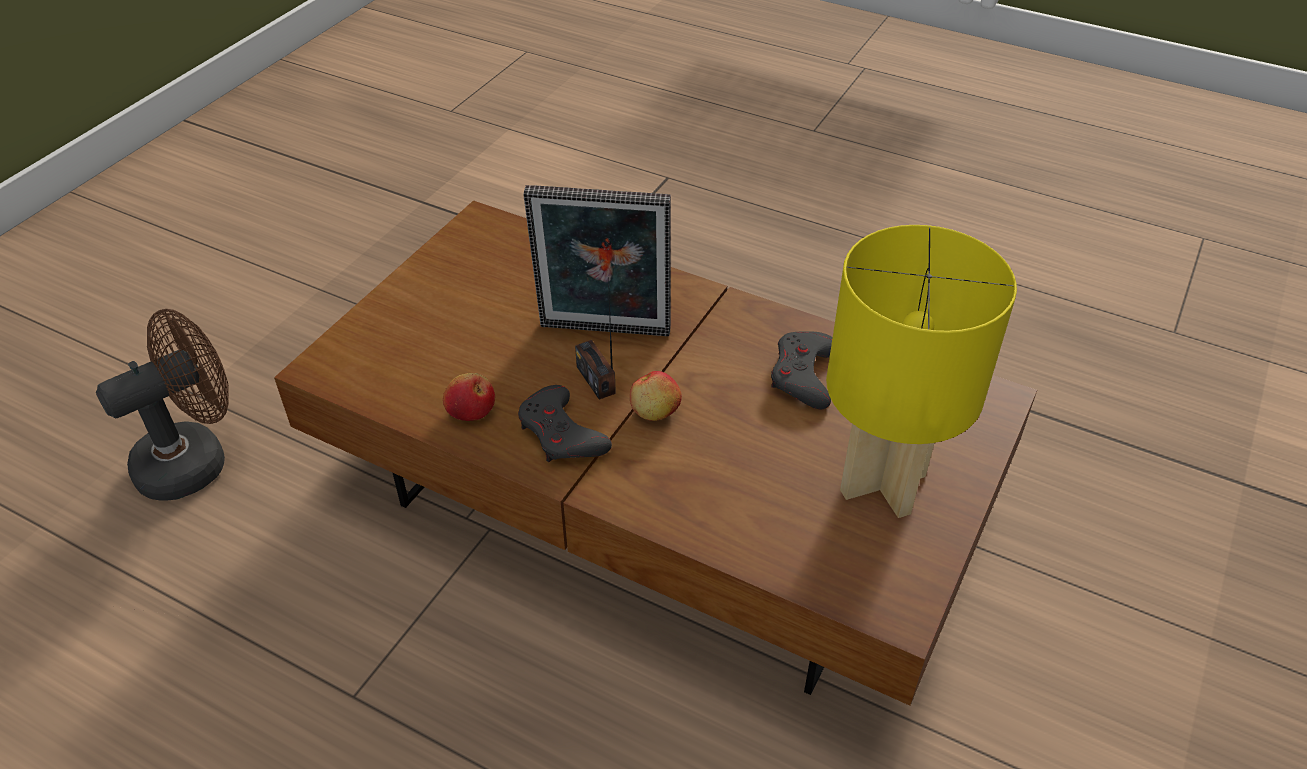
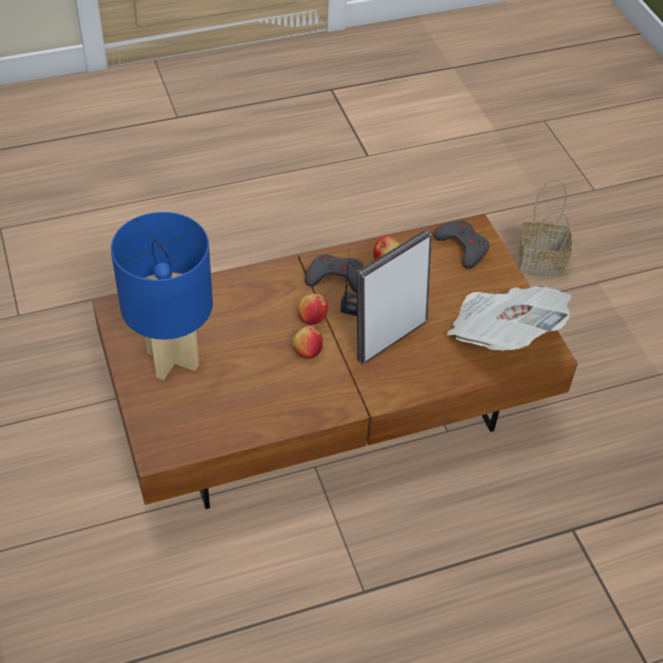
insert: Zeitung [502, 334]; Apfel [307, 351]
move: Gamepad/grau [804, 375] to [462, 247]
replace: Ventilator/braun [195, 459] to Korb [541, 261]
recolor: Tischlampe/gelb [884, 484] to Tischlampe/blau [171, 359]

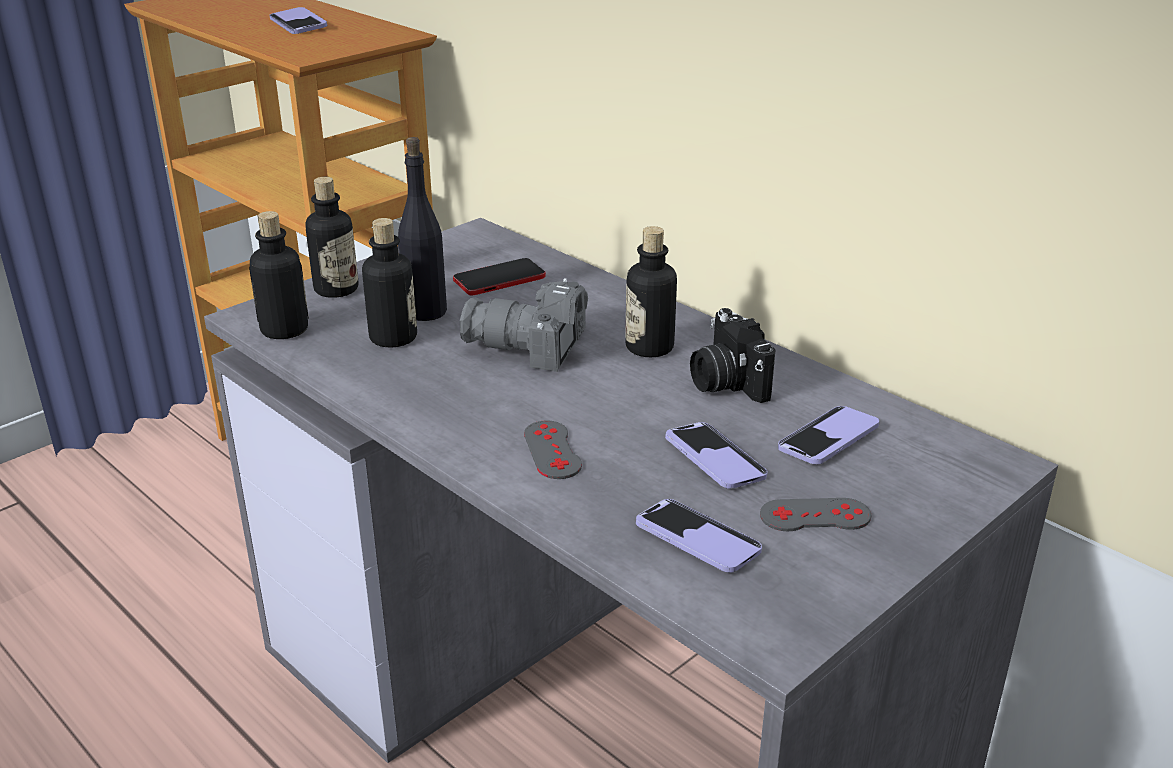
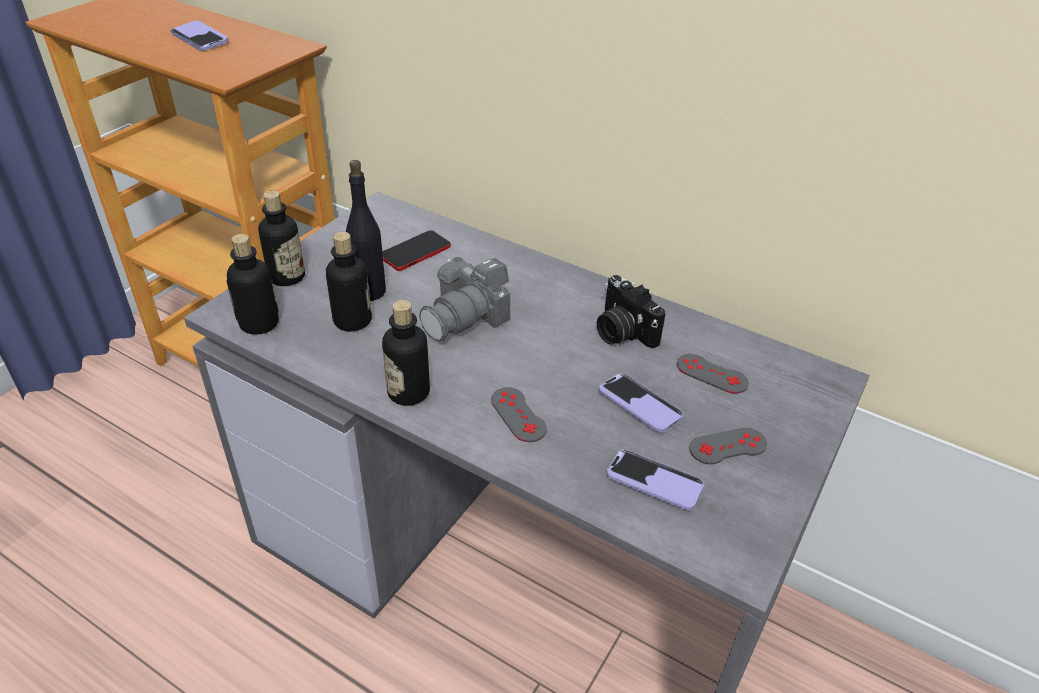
move: Flasche [649, 347] to [408, 392]
replace: Handy [828, 438] to Gamepad/grau [711, 374]
rotate: Kamera [533, 347] = [466, 316] 45 degrees counterclockwise

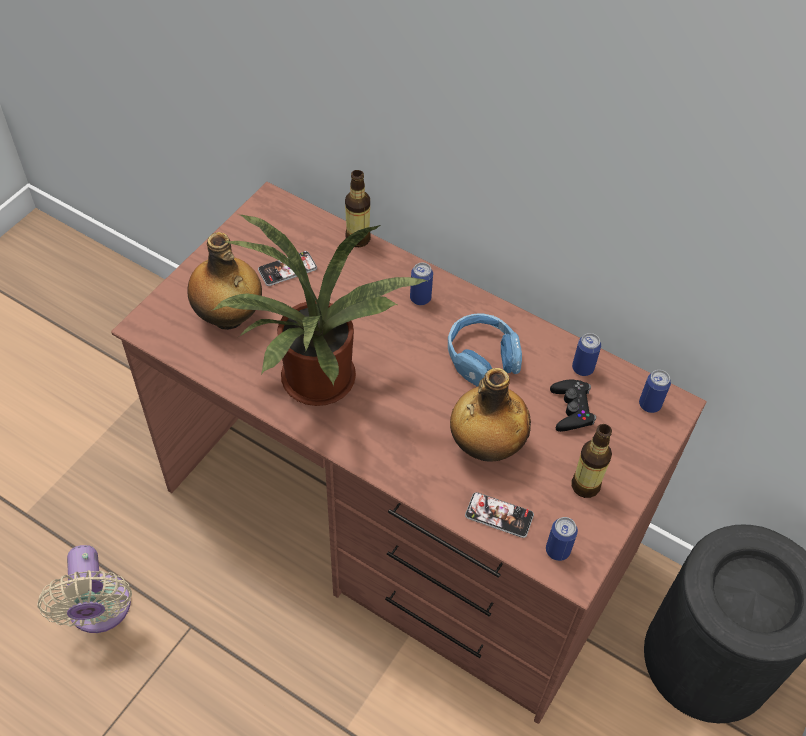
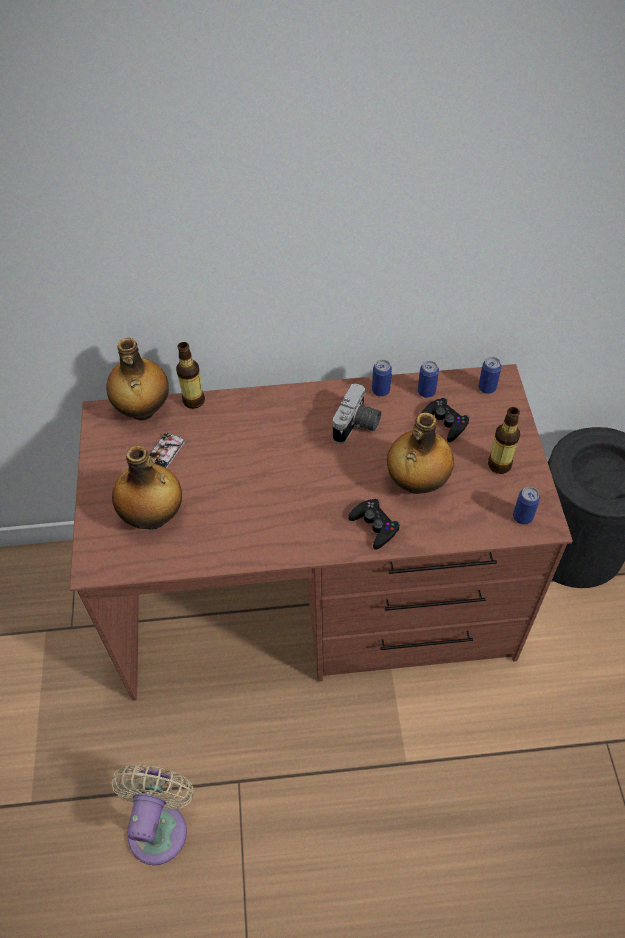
delete: Topfpflanze [316, 386]; Handy [499, 515]
insert: Flasche [143, 410]; Gamepad/schwarz [374, 526]
move: Dose [420, 298] to [380, 390]
replace: Kopfhörer/blau [482, 357] to Kamera [357, 426]
rotate: Ventilator/beige [99, 611] = [159, 826] 120 degrees counterclockwise

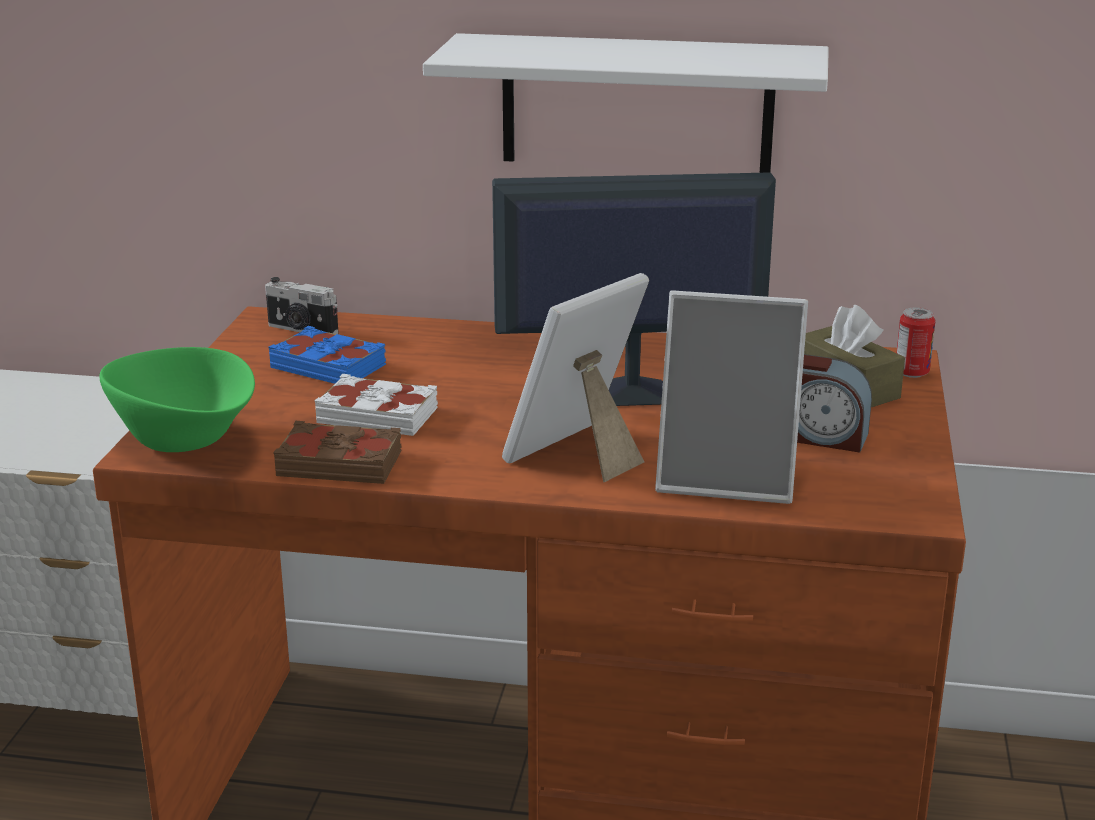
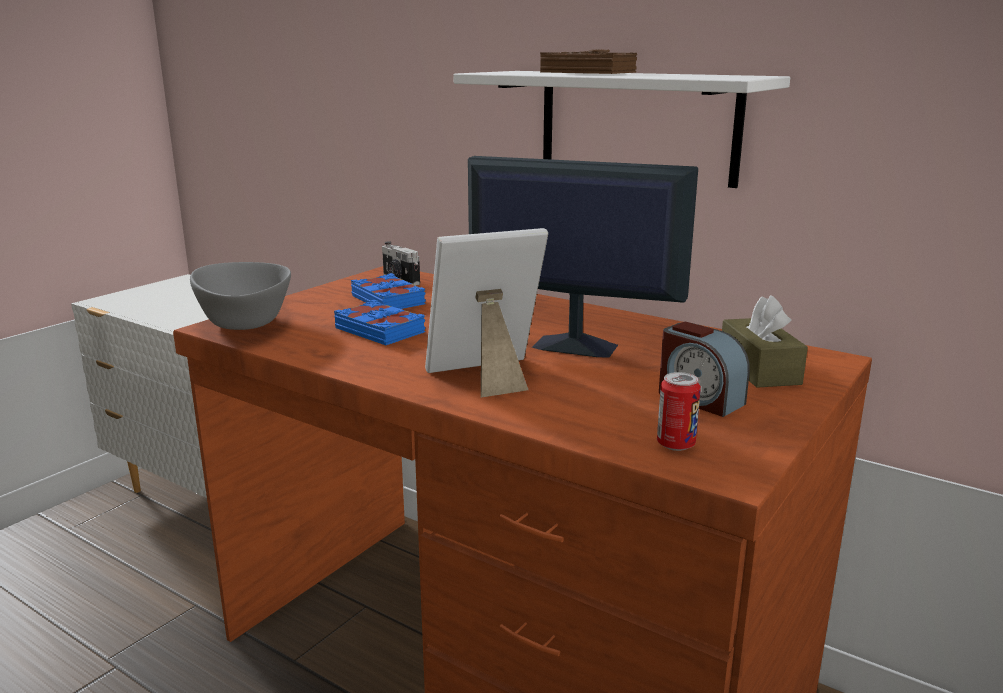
delete: Bilderrahmen [728, 477]
move: Dose [911, 373] to [675, 444]; Buch/braun [340, 463] to [588, 73]
recolor: Schüssel/grün [189, 444] to Schüssel/grau [244, 326]; Buch/weiß [378, 415] to Buch/blau [380, 330]

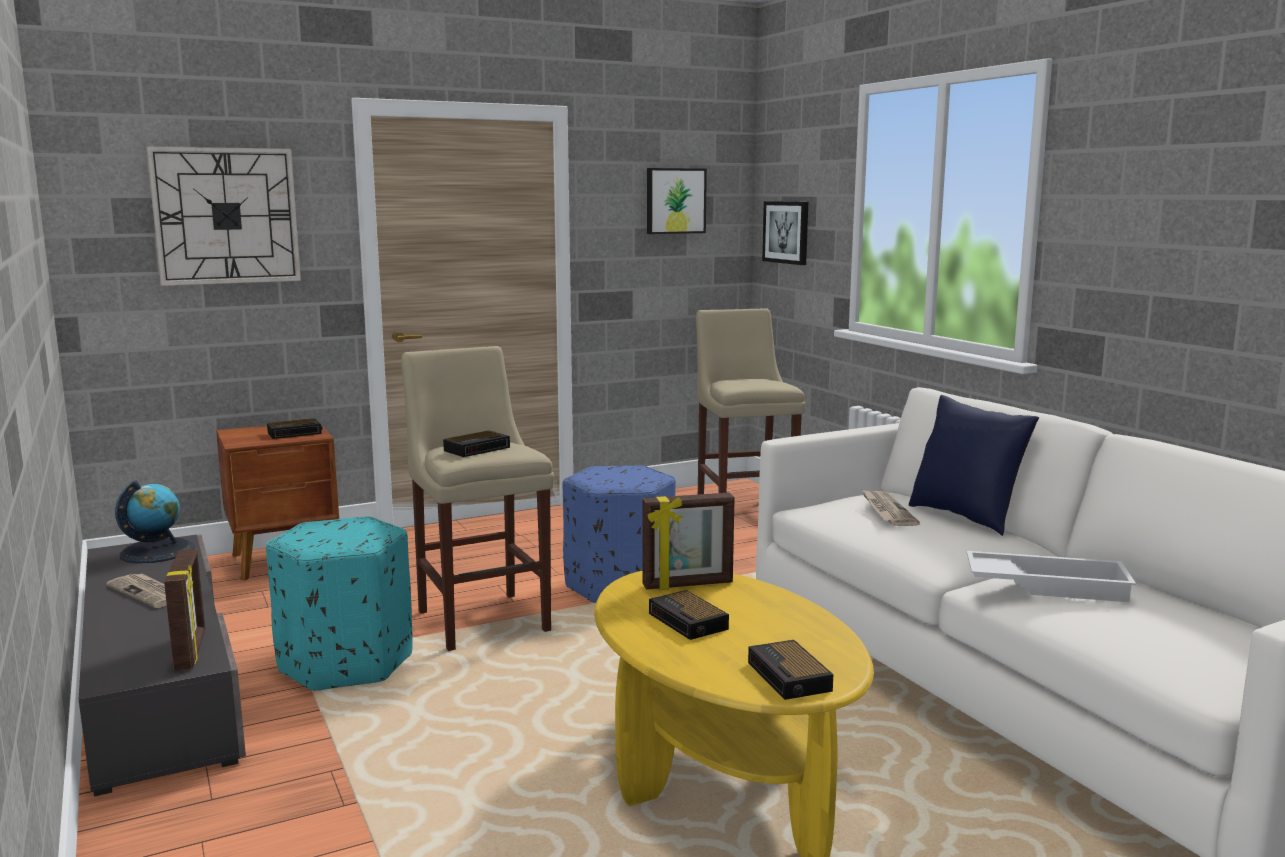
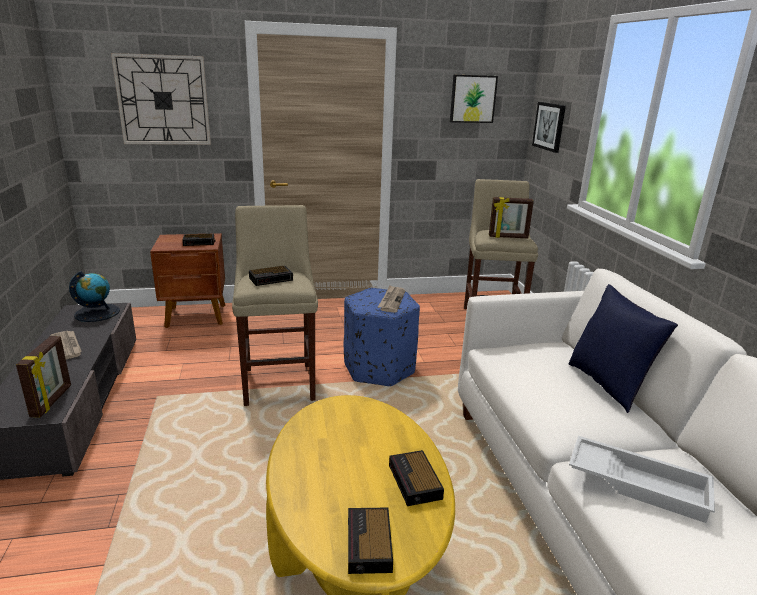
delete: Polsterhocker/türkis [347, 663]
move: Zeitung [886, 511] to [391, 300]; Bilderrahmen [688, 585] to [508, 237]; Wecker [689, 622] to [415, 483]

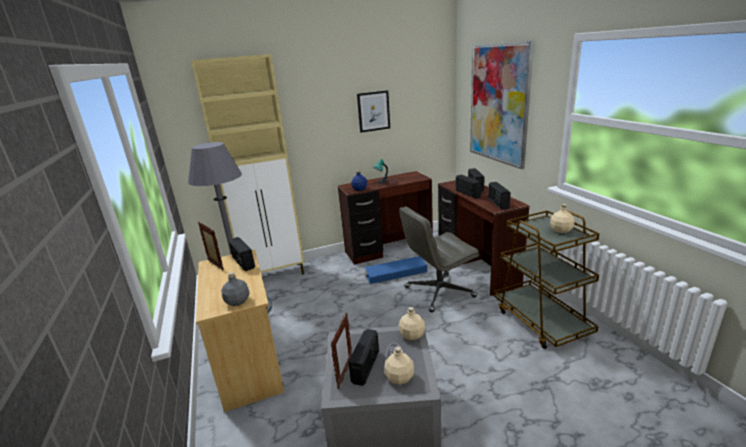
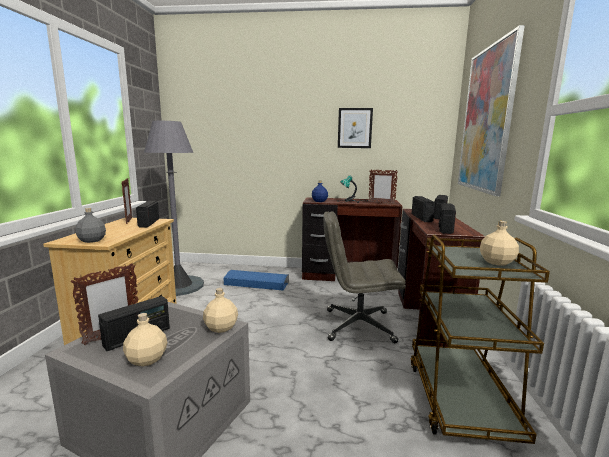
delete: Schrank/beige [275, 275]
insert: Bilderrahmen [381, 203]
move: Aufbewahrungsbox/blau [395, 273] to [256, 284]

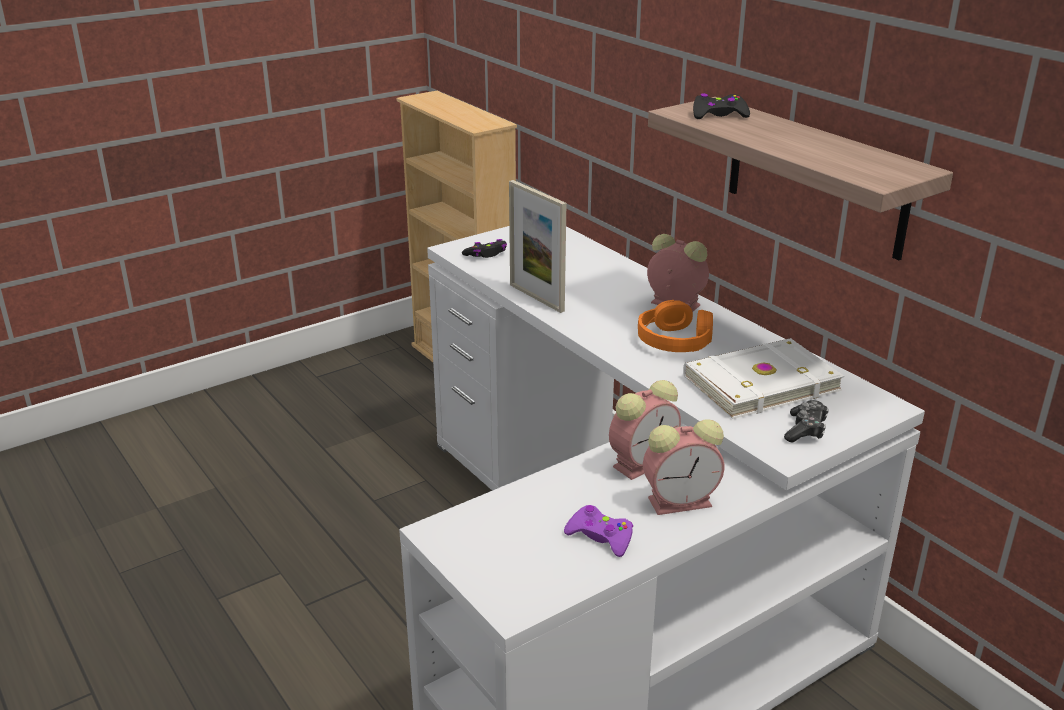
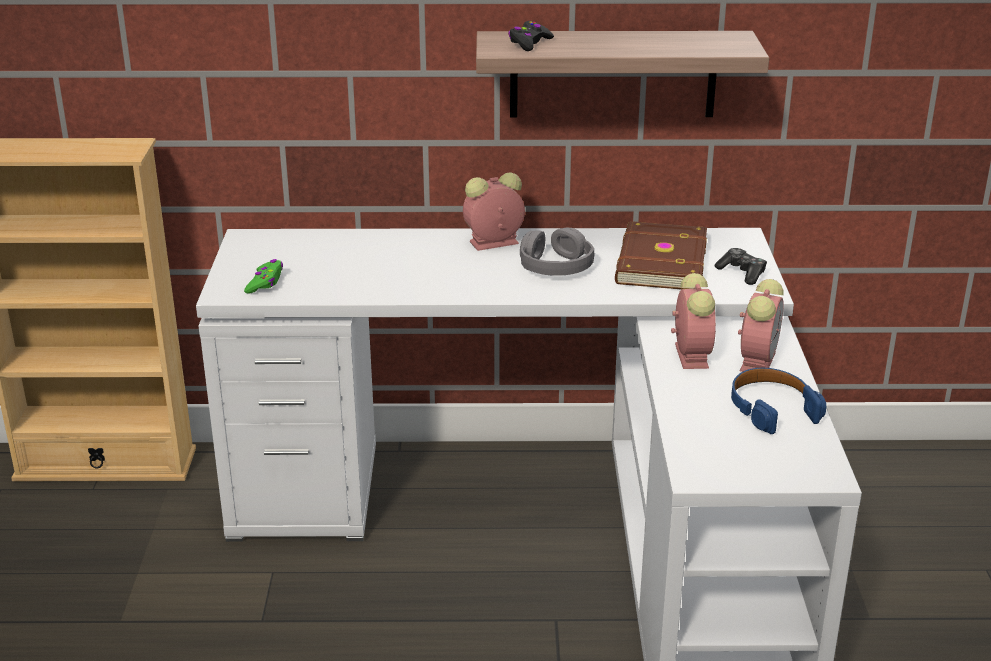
delete: Bilderrahmen [536, 298]
replace: Gamepad/lila [600, 537] to Kopfhörer/blau [772, 408]
recolor: Gamepad/schwarz [486, 254] to Gamepad/grün [265, 283]; Kopfhörer/orange [675, 341] to Kopfhörer/grau [555, 266]; Buch/weiß [758, 382] to Buch/braun [659, 262]

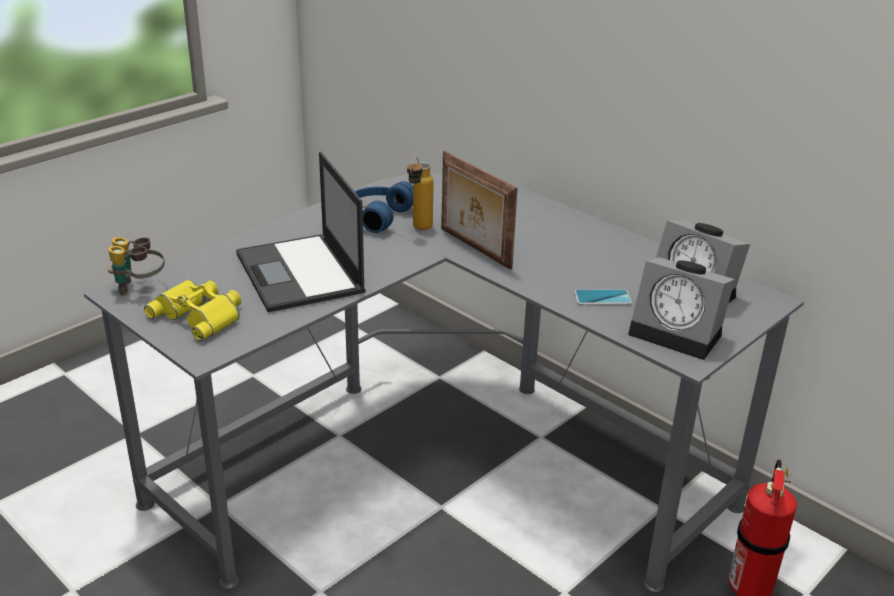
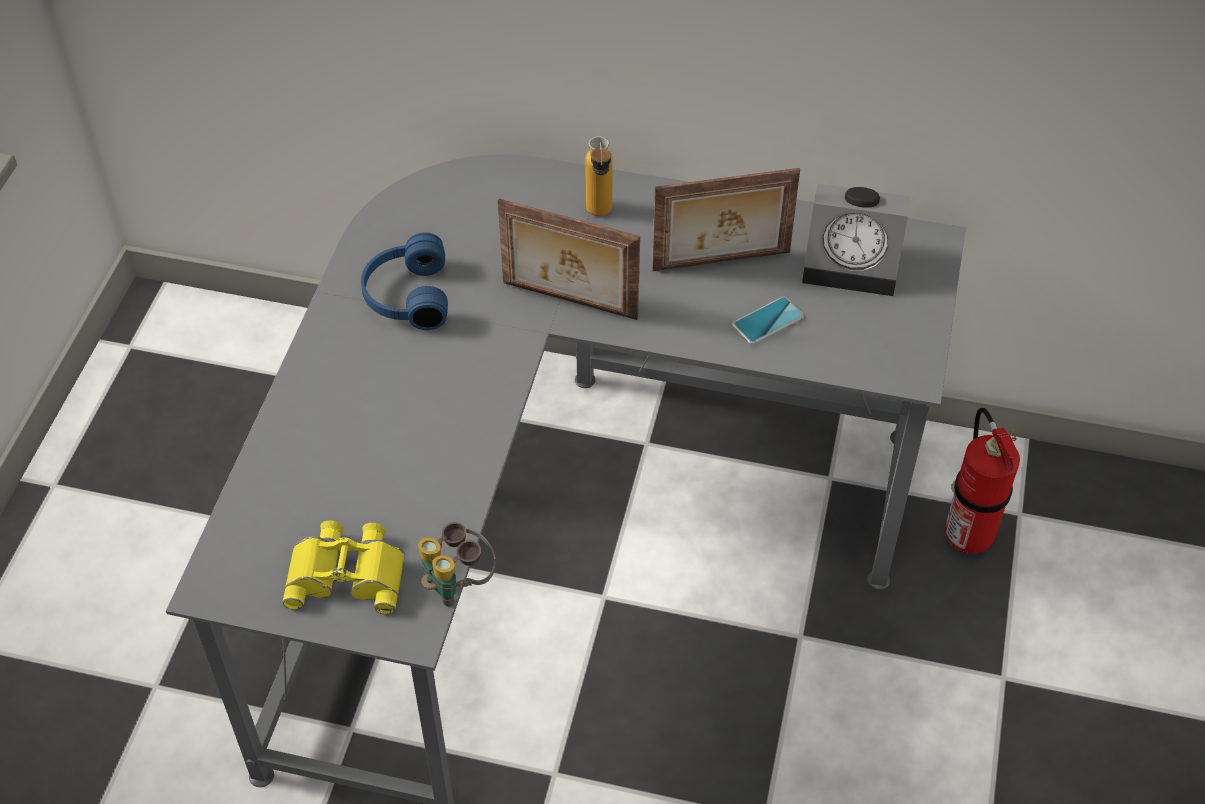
delete: Laptop [300, 273]; Wecker [679, 334]
insert: Bilderrahmen [721, 262]
move: Flasche [418, 229] to [600, 216]; Fernglas [139, 288] to [458, 583]

